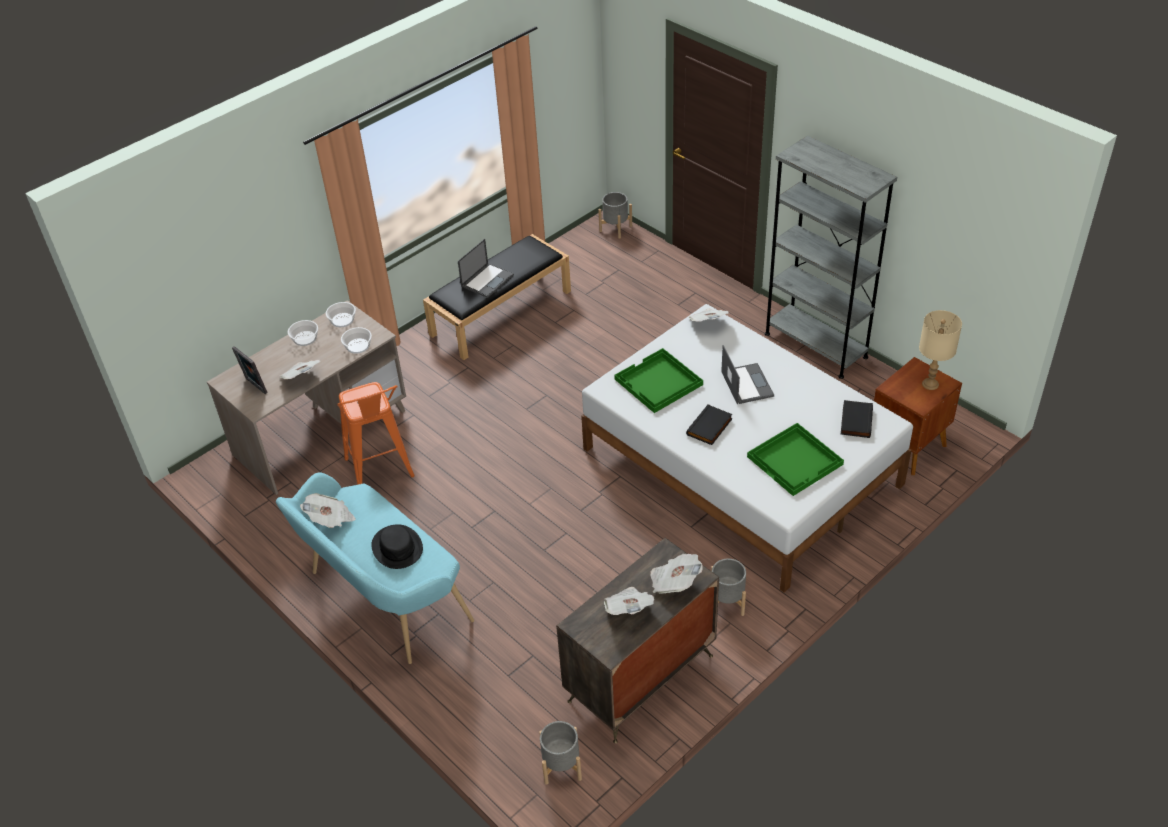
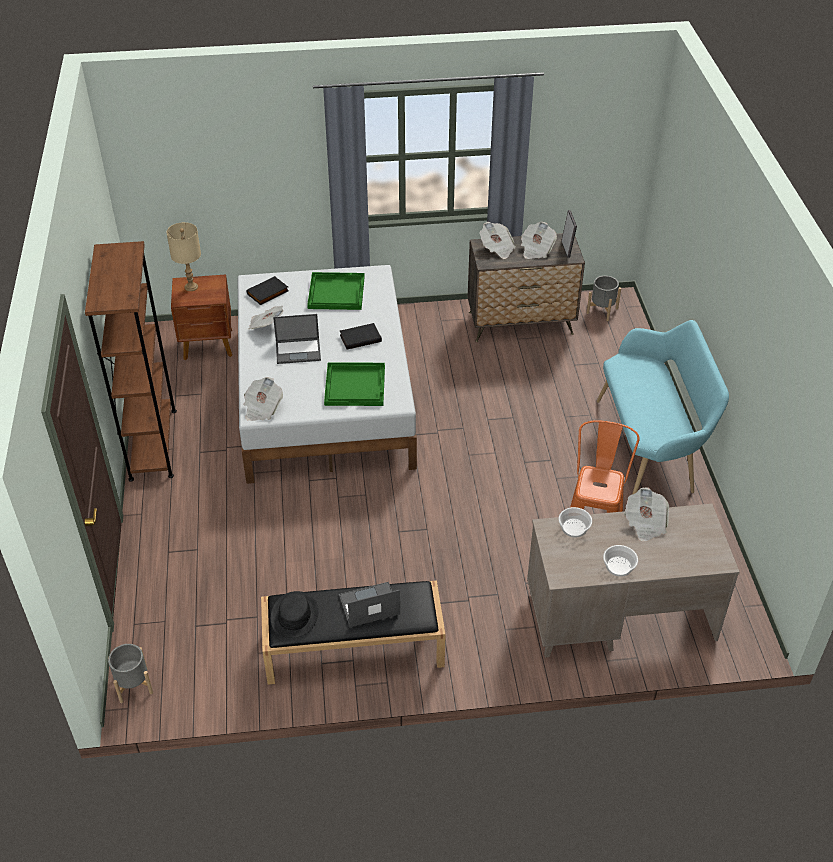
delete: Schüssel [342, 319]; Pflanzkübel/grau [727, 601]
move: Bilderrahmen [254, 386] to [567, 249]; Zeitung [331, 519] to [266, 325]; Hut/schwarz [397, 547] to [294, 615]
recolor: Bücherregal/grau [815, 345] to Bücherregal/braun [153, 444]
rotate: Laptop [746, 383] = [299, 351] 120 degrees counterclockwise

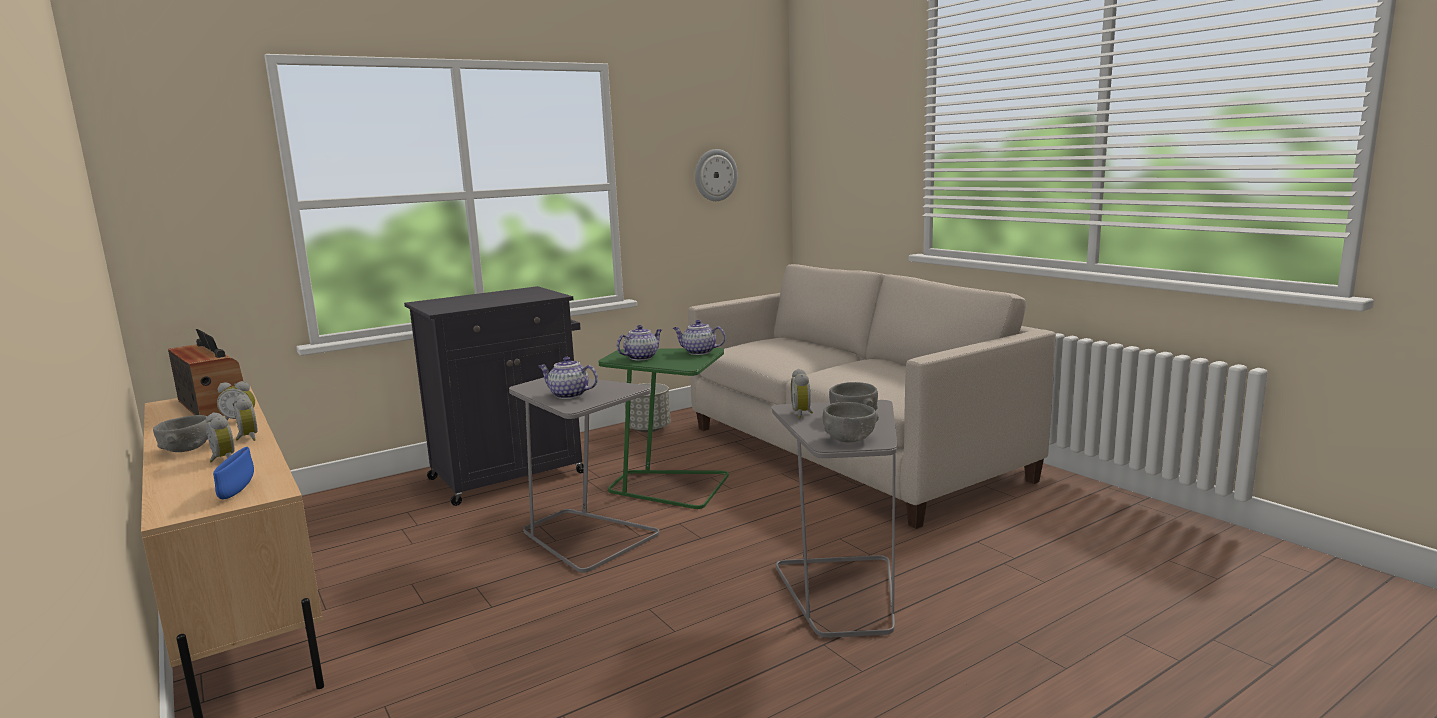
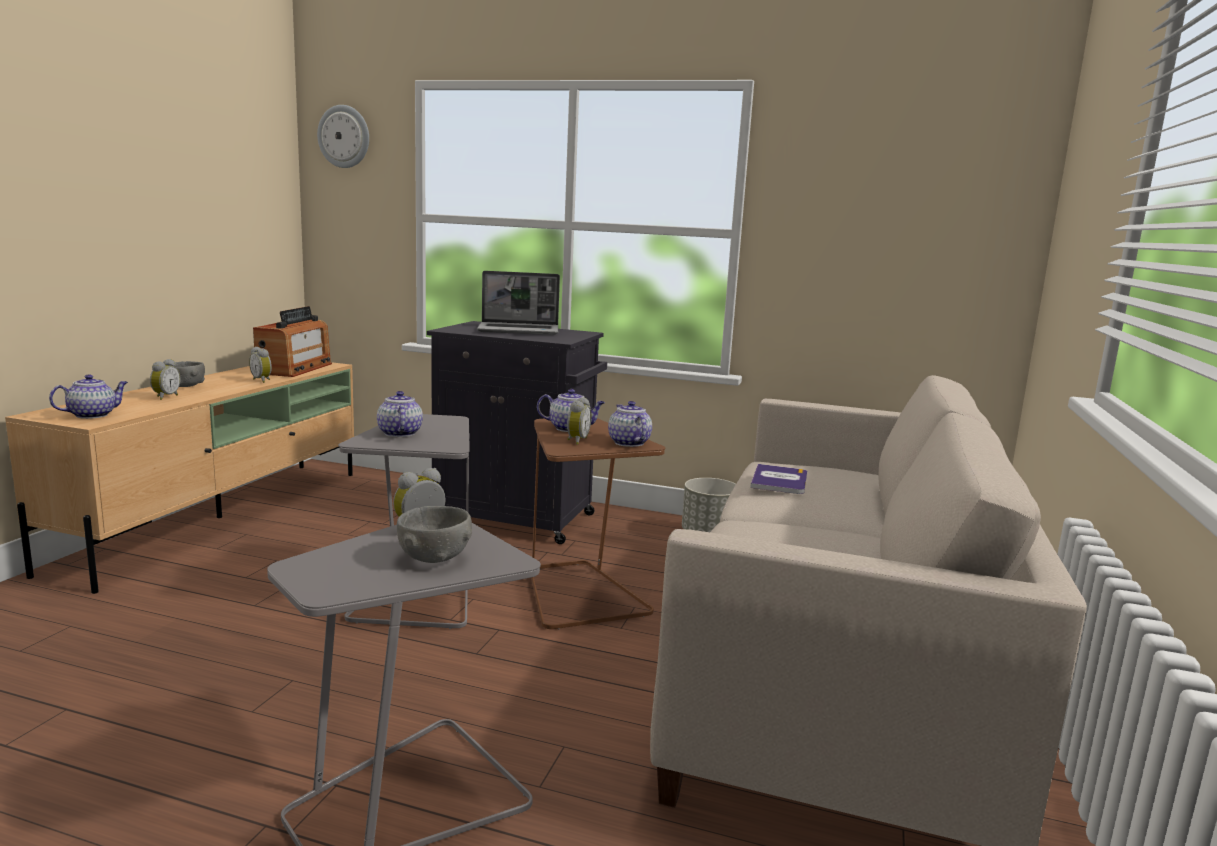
delete: Schüssel/grau [849, 439]
insert: Laptop [520, 330]; Buch [779, 480]
move: Wanduhr [715, 175] to [344, 136]; Wecker [246, 438] to [576, 441]
replace: Schüssel/blau [237, 491] to Teekanne [93, 415]
recolor: Beistelltisch/grün [669, 487] to Beistelltisch/braun [579, 594]

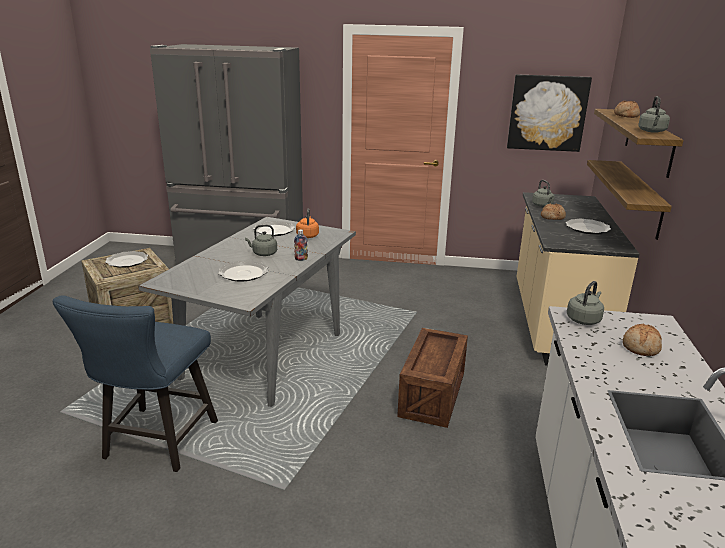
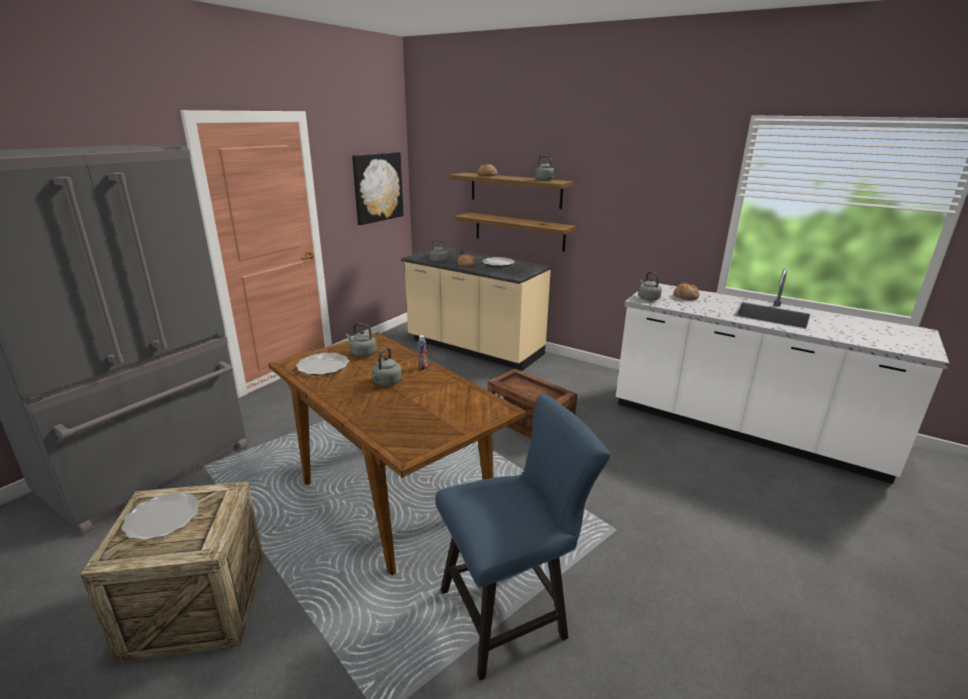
delete: Teller [244, 273]
recolor: Wasserkessel/orange [307, 235] to Wasserkessel/grau [362, 353]; Esstisch/grau [265, 354] to Esstisch/braun [394, 496]
rotate: Stuhl/blau [156, 444] = [511, 612] 60 degrees counterclockwise

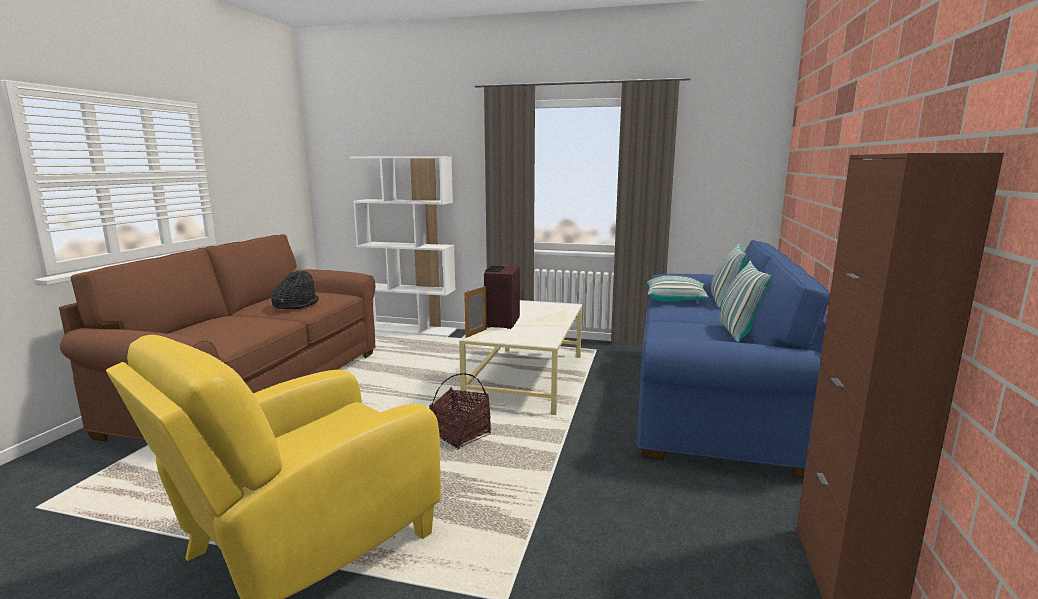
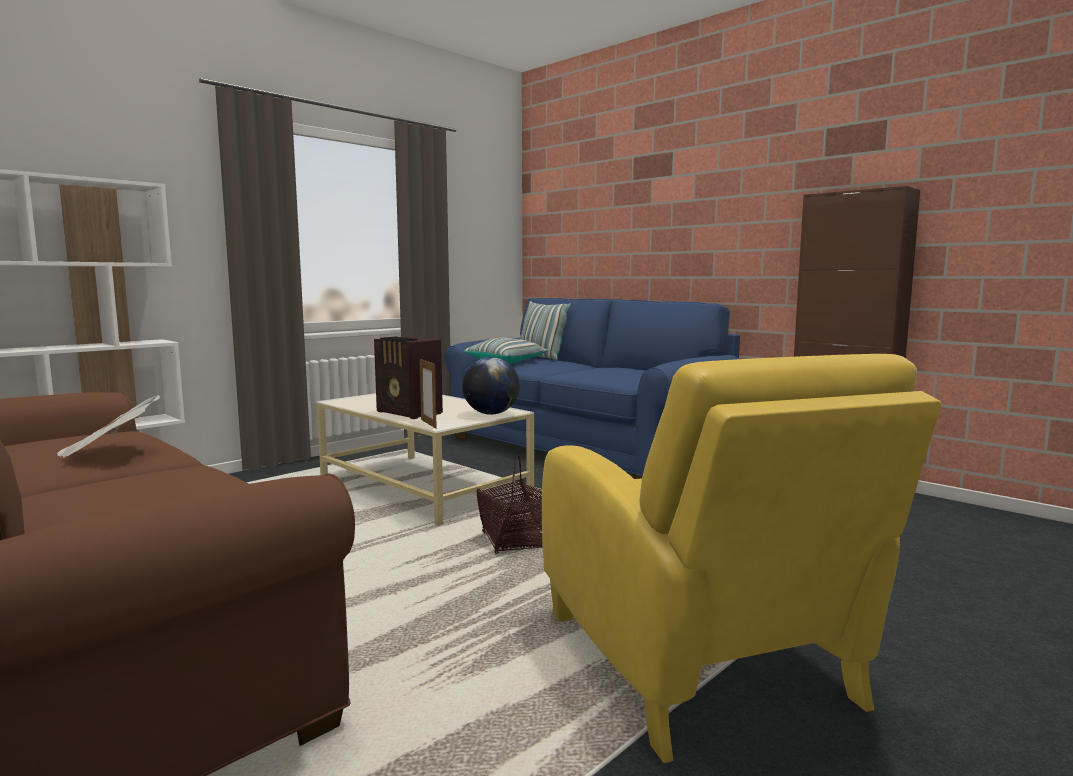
delete: Kissen [737, 332]
insert: Globus [491, 414]
replace: Hut/schwarz [296, 305] to Zeitung [109, 452]

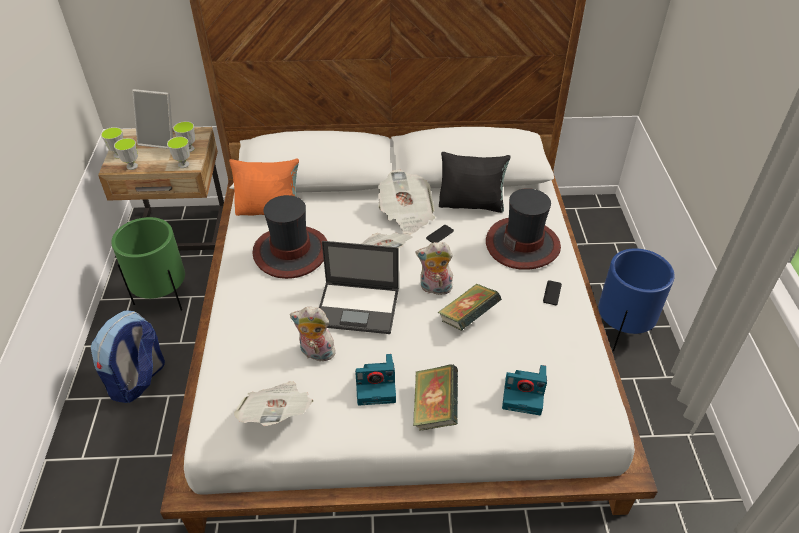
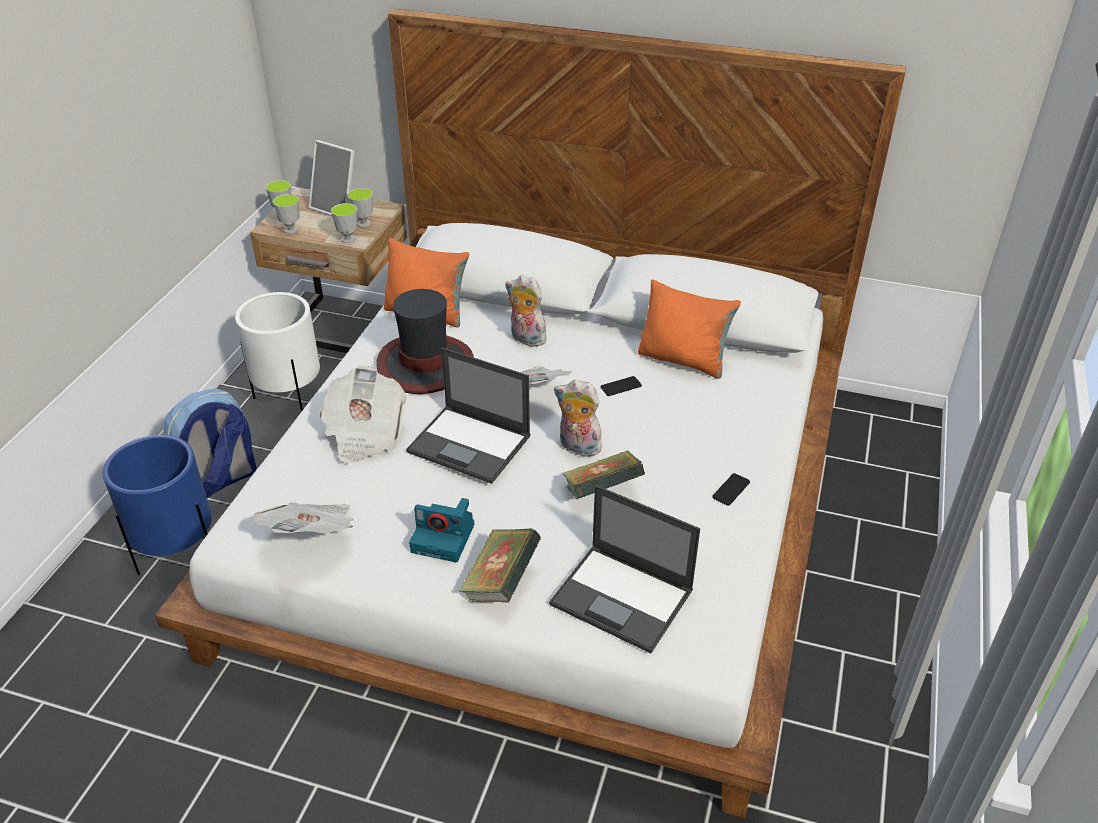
delete: Hut [523, 244]
move: Zeitung [406, 214] to [364, 434]; Pflanzkübel/blau [621, 330] to [178, 553]; Plüschtier [316, 354] to [525, 339]
replace: Kamera [524, 394] to Laptop [623, 598]
recolor: Kissen/schwarz [471, 204] to Kissen/orange [683, 360]; Pflanzkübel/grün [163, 296] to Pflanzkübel/weiß [290, 397]

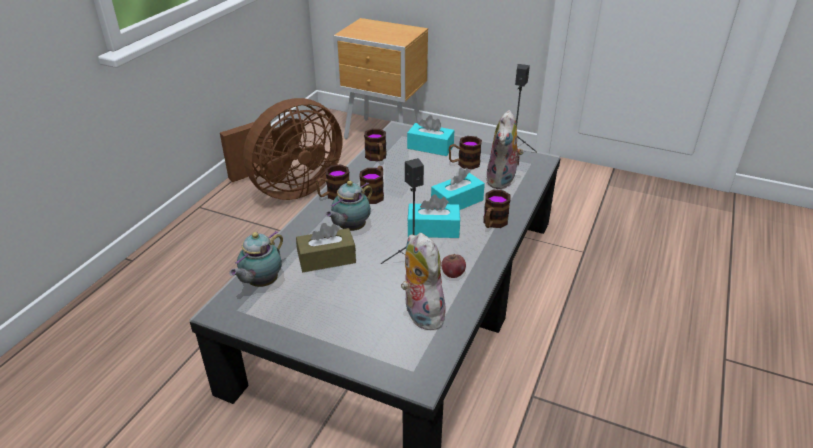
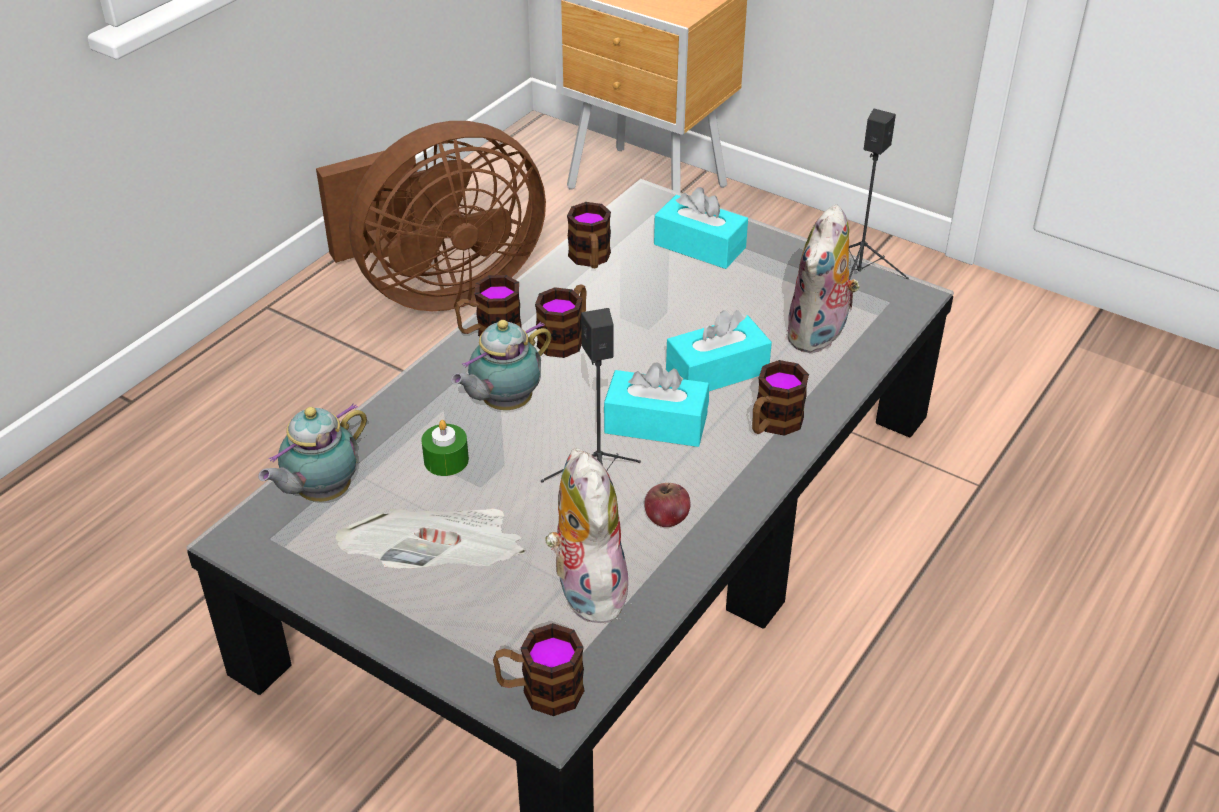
insert: Zeitung [442, 569]
move: Henkelbecher [464, 164] to [540, 691]
replace: Taschentuchbox/braun [326, 259] to Kerze/grün [446, 460]

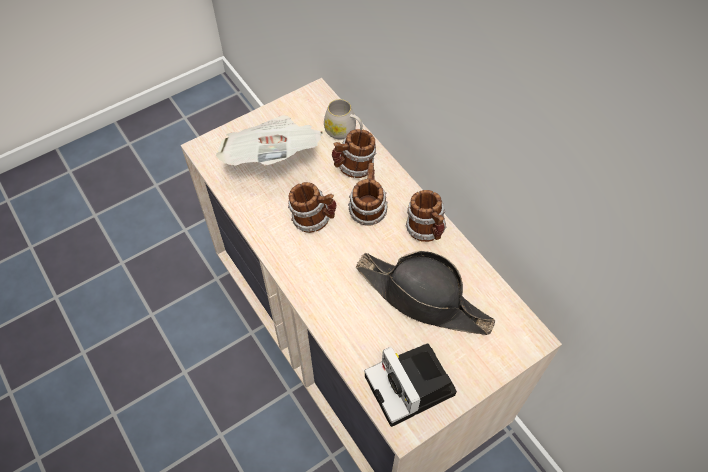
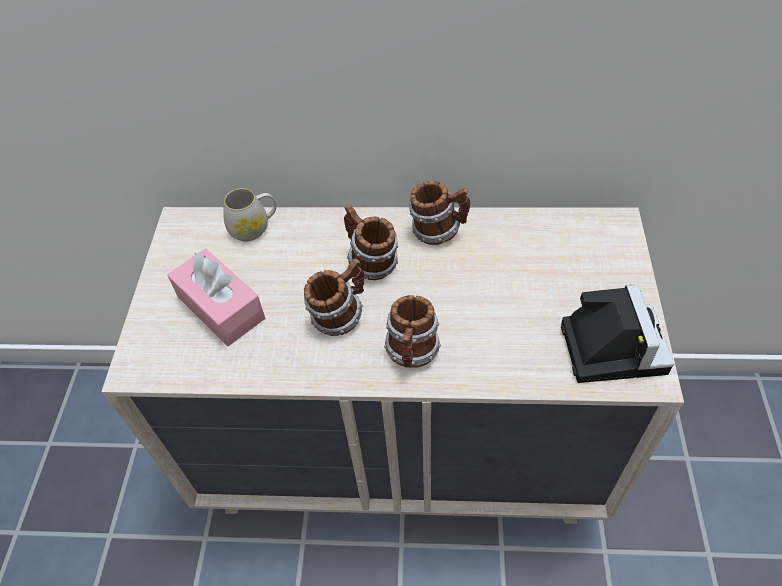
delete: Hut/schwarz [424, 298]
move: Henkelbecher [354, 168] to [412, 353]
replace: Zeitung [273, 158] to Taschentuchbox/rosa [221, 307]
rotate: Kamera [412, 388] = [610, 345] 105 degrees counterclockwise

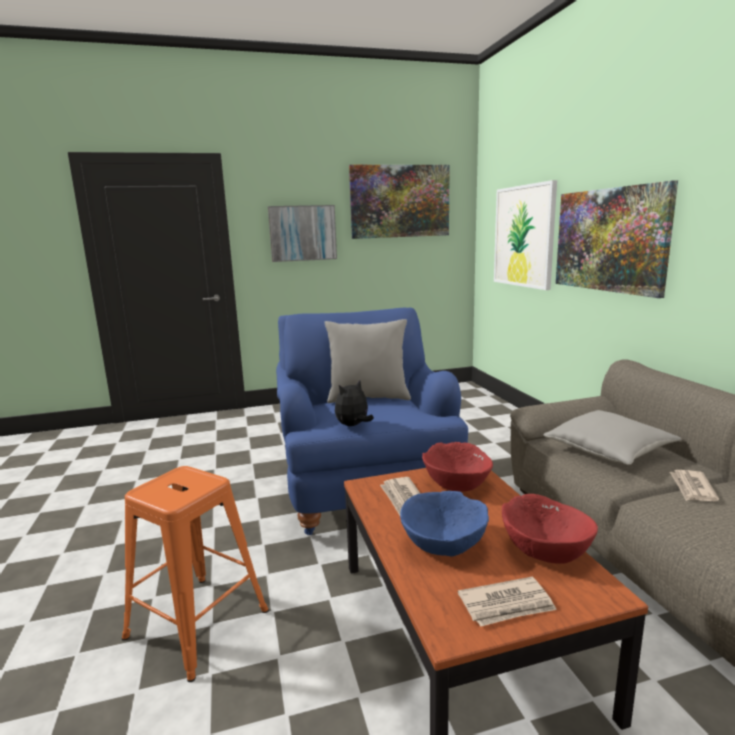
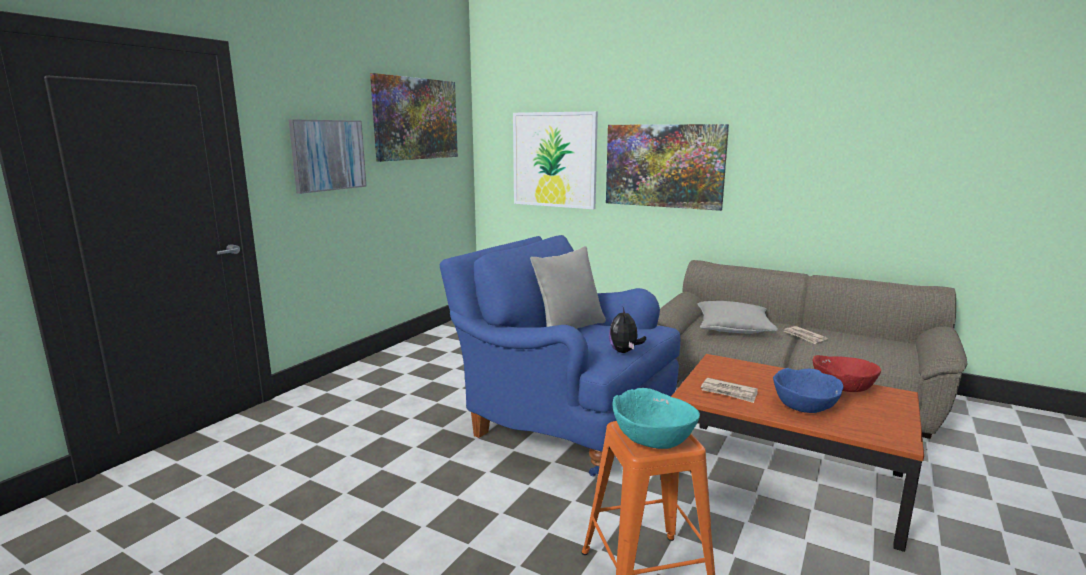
delete: Schüssel/rot [457, 482]; Zeitung [507, 605]
insert: Schüssel/türkis [653, 437]

